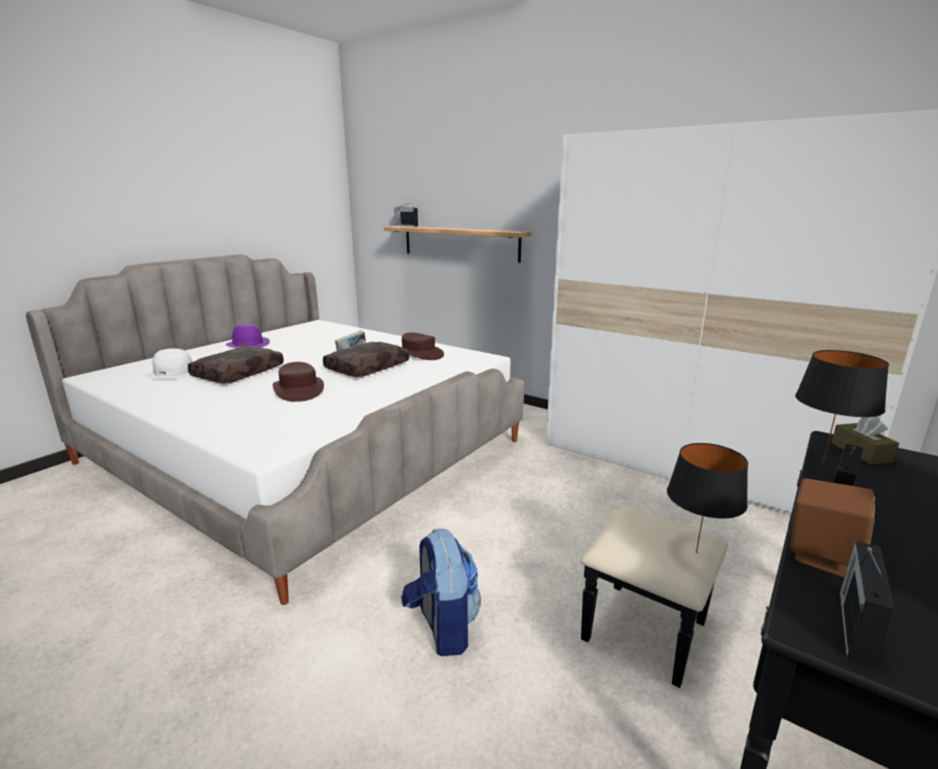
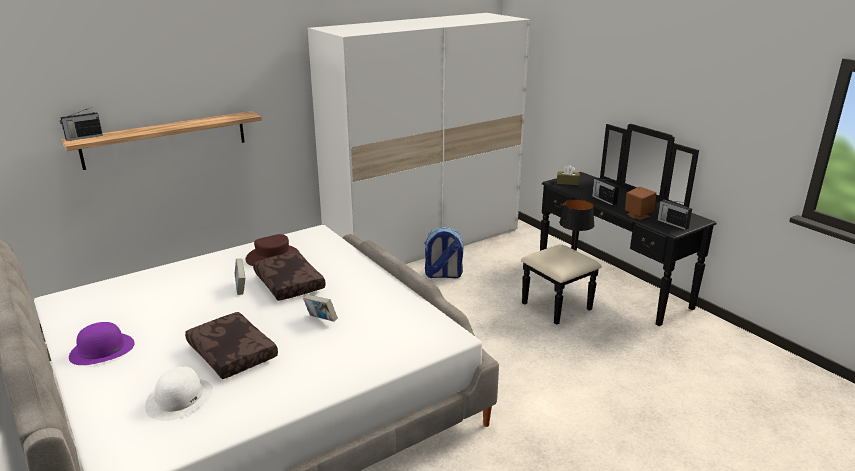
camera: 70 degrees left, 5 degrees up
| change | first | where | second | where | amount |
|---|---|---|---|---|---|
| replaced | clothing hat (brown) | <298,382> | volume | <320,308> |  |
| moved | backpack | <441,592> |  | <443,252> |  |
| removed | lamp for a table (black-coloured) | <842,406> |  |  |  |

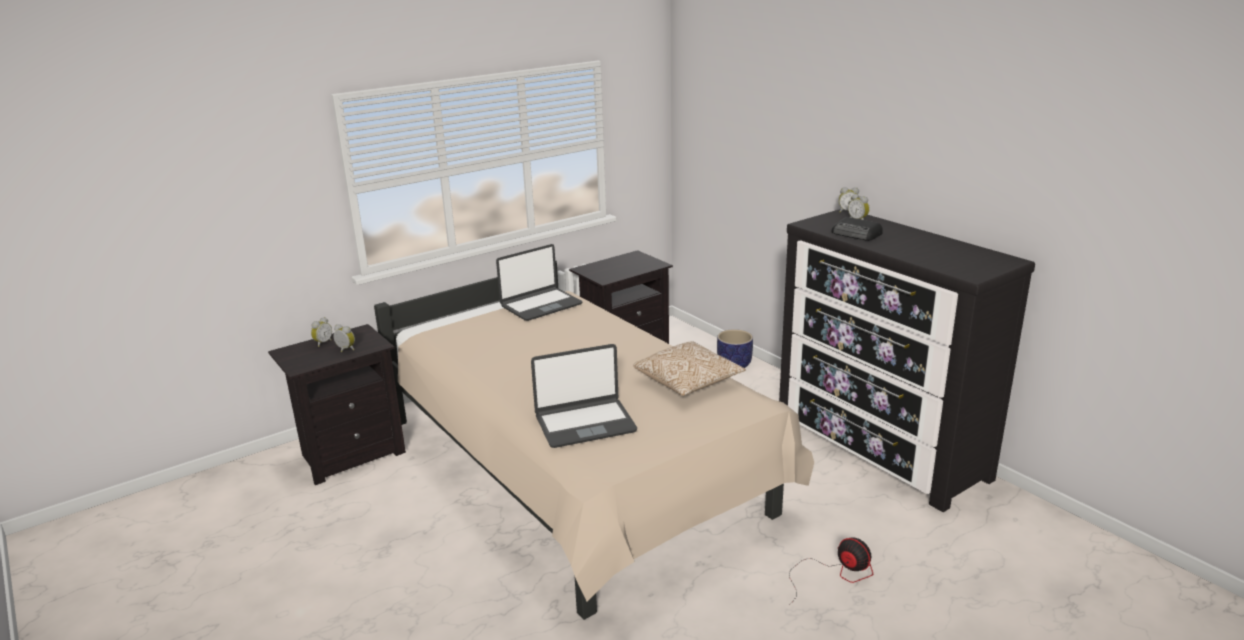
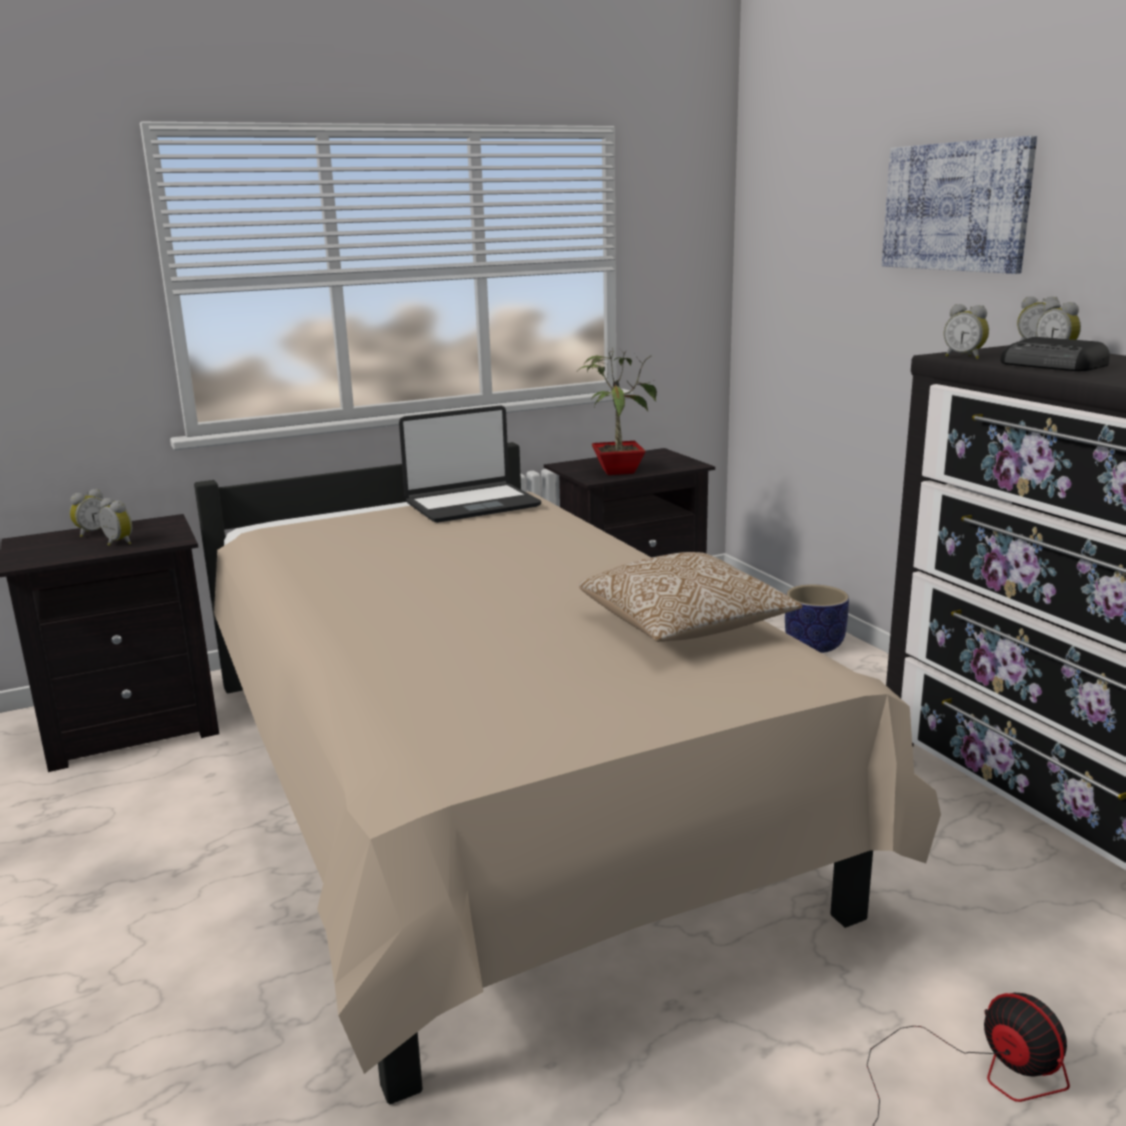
camera: 10 degrees right, 5 degrees down
| change | first | where | second | where | amount |
|---|---|---|---|---|---|
| added |  |  | potted plant | <616,411> |  |
| added |  |  | picture | <959,205> |  |
| added |  |  | table clock | <966,331> |  |
| removed | notebook computer | <584,396> |  |  |  |

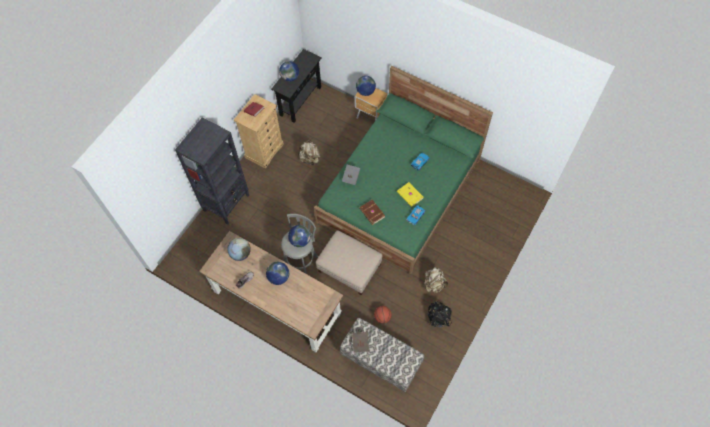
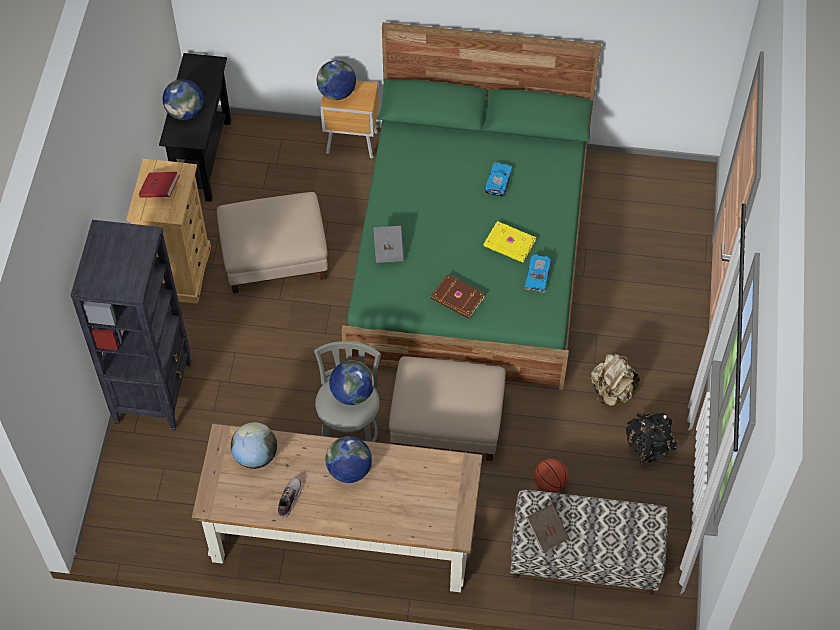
camera: 25 degrees left, 5 degrees down
| change | first | where | second | where | amount |
|---|---|---|---|---|---|
| replaced | backpack (beige) | <309,153> | ottoman (beige) | <272,242> |  |

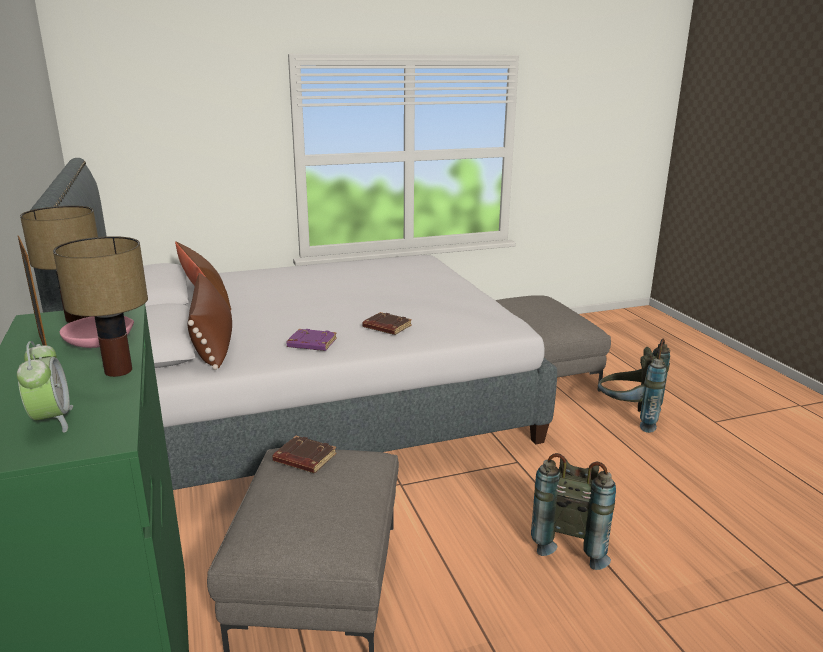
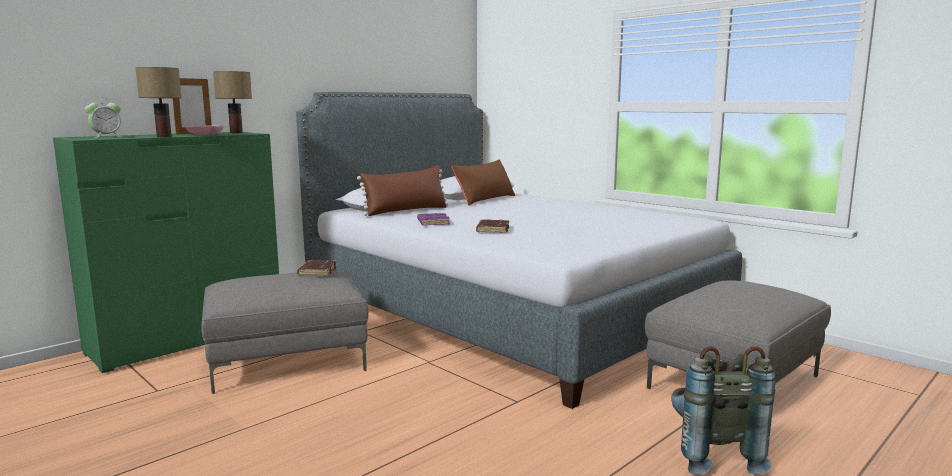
camera: 65 degrees right, 10 degrees down
| change | first | where | second | where | amount |
|---|---|---|---|---|---|
| removed | backpack (gray) | <573,511> |  |  |  |

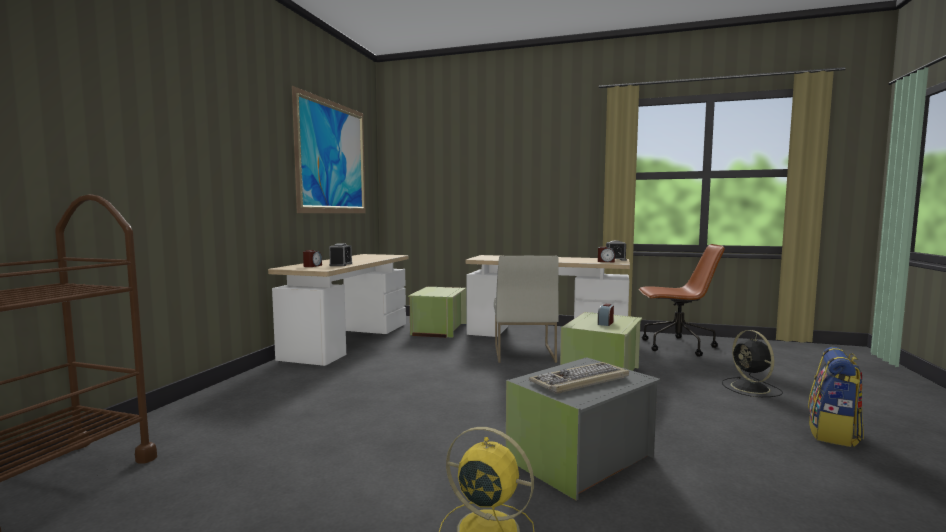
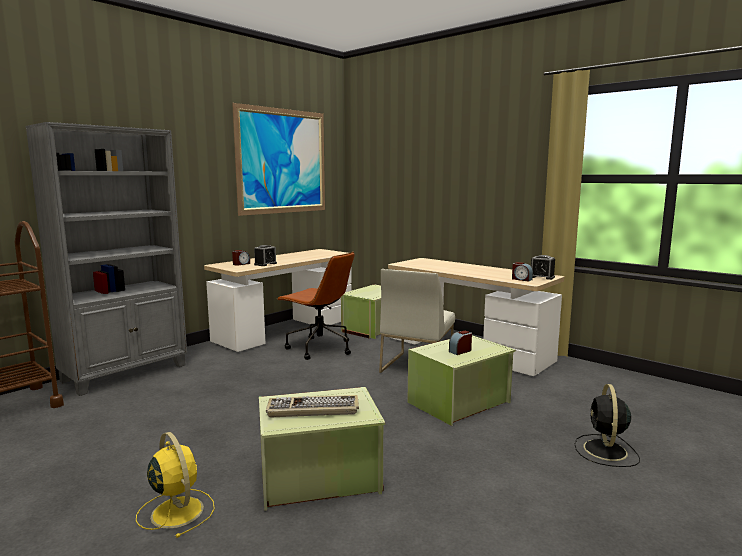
camera: 25 degrees right, 5 degrees up
| change | first | where | second | where | amount |
|---|---|---|---|---|---|
| added |  |  | shelving unit (gray) | <106,259> |  |
| recoloured | storage box (gray) | <583,429> | storage box (green) | <322,449> |  |
| moved | office chair (brown) | <682,300> |  | <316,306> |  |
| removed | backpack | <836,397> |  |  |  |

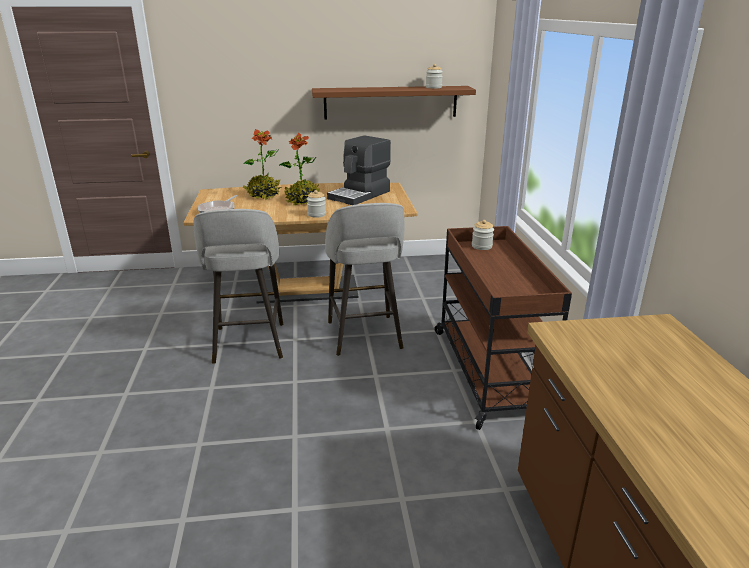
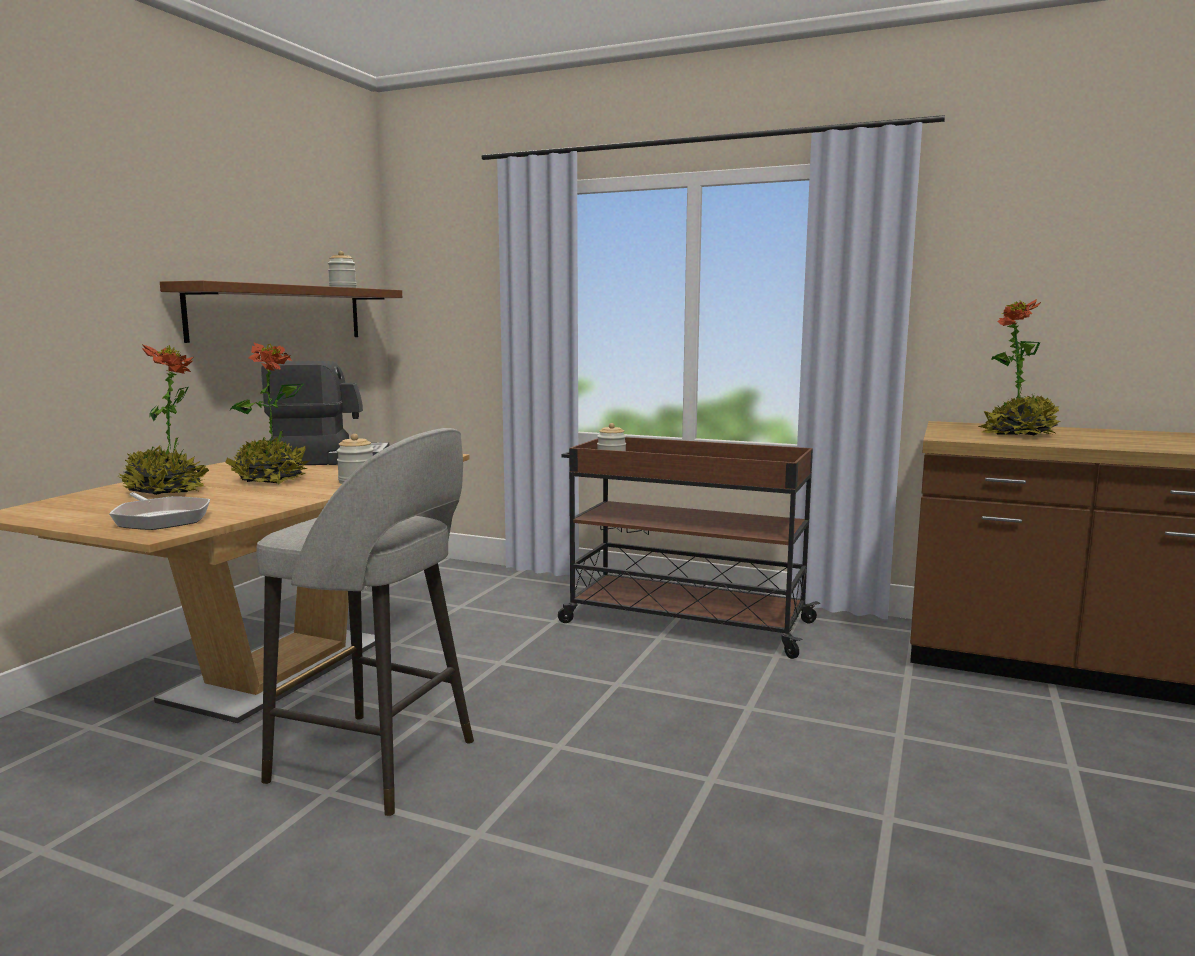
camera: 60 degrees left, 15 degrees down
| change | first | where | second | where | amount |
|---|---|---|---|---|---|
| turned | coffee maker | <359,170> |  | <325,413> | 75 degrees counterclockwise |
| added |  |  | potted plant | <1019,367> |  |
| removed | stool seat (gray) | <364,279> |  |  |  |

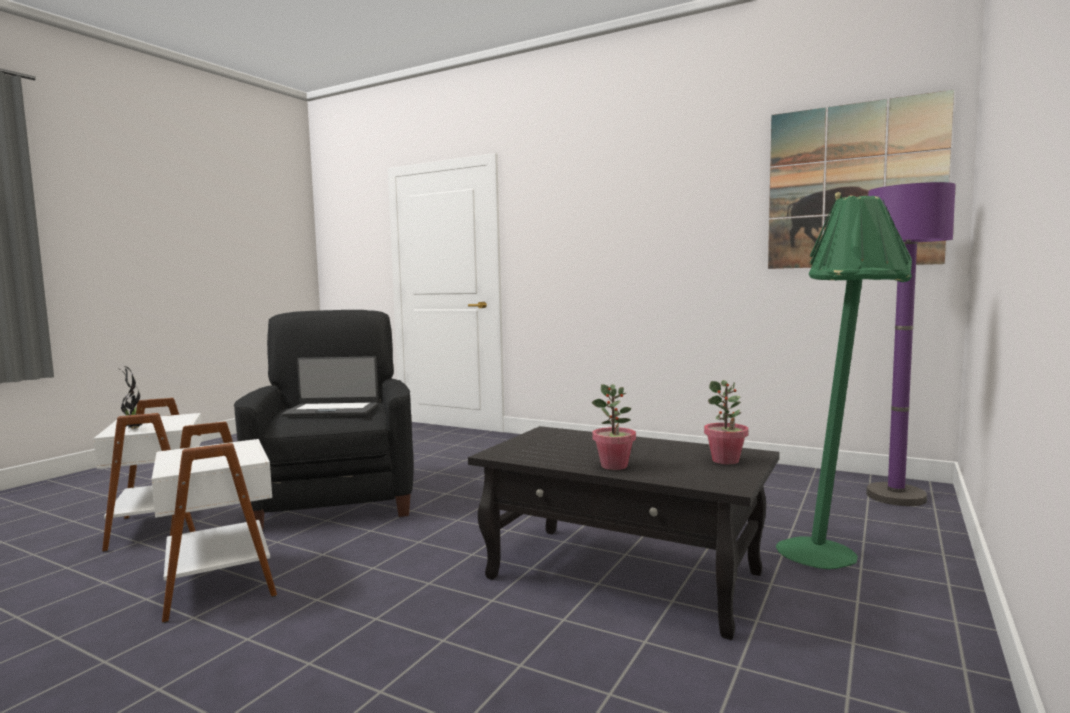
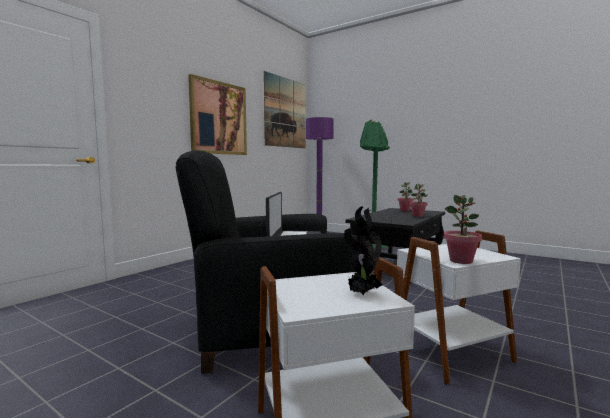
camera: 85 degrees left, 0 degrees up
| change | first | where | second | where | amount |
|---|---|---|---|---|---|
| added |  |  | picture | <217,114> |  |
| added |  |  | potted plant | <463,229> |  |

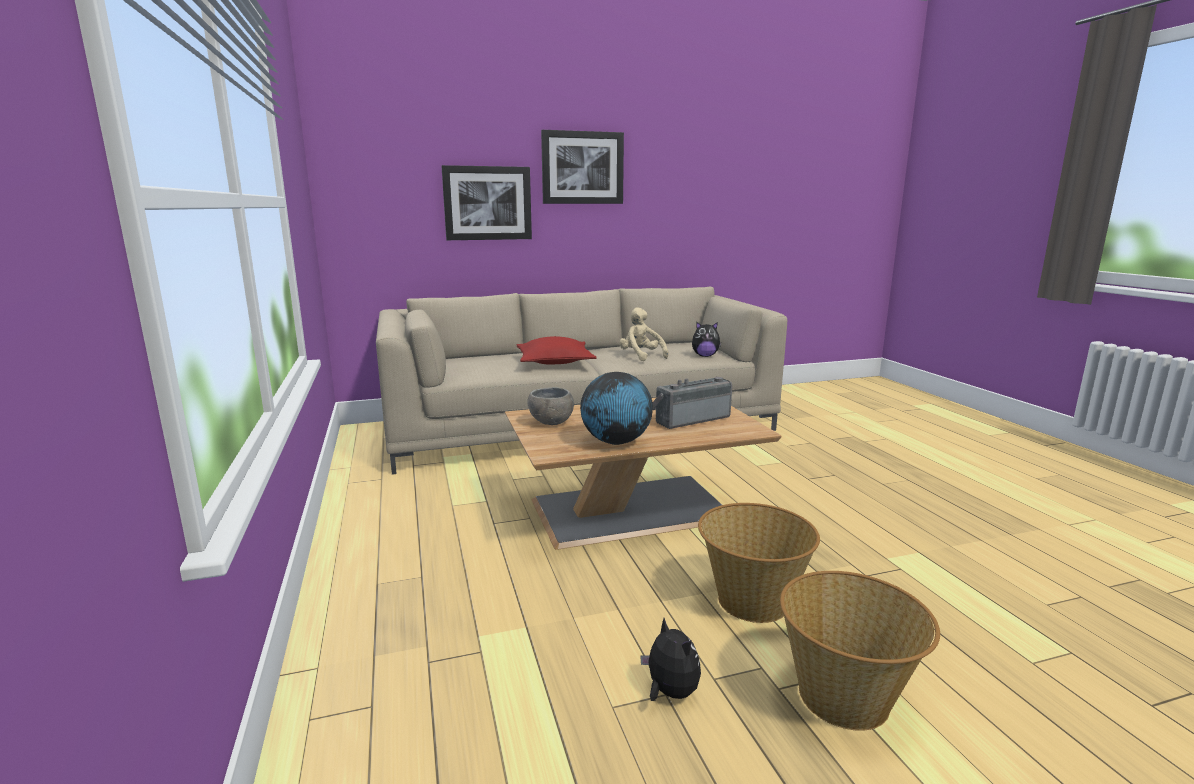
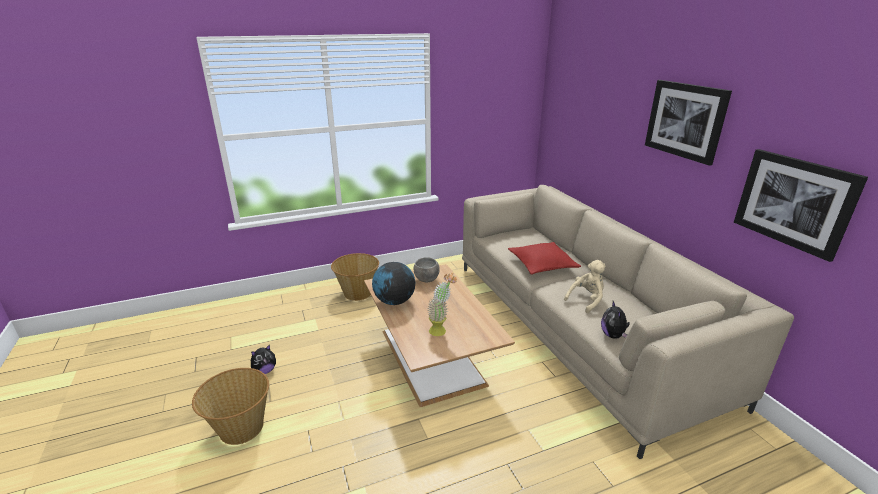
camera: 85 degrees right, 10 degrees up
| change | first | where | second | where | amount |
|---|---|---|---|---|---|
| moved | basket | <759,563> |  | <355,277> |  |
| replaced | radio | <692,403> | potted plant | <442,304> |  |
| moved | picture | <486,202> |  | <801,205> |  |

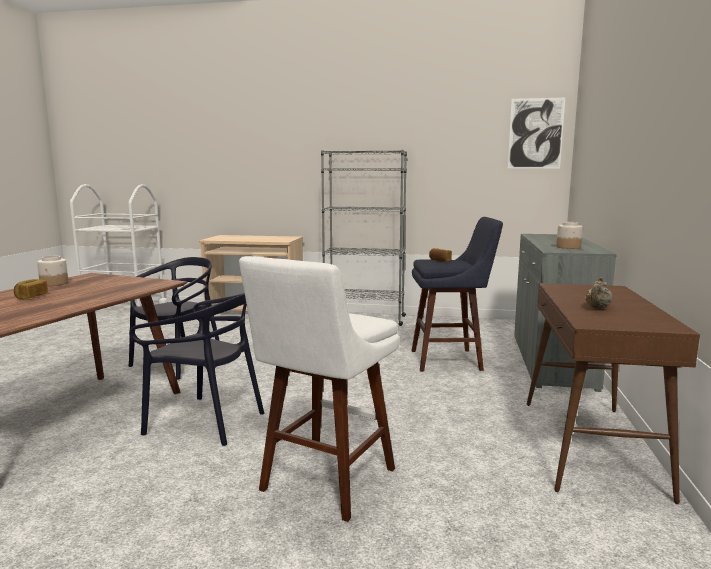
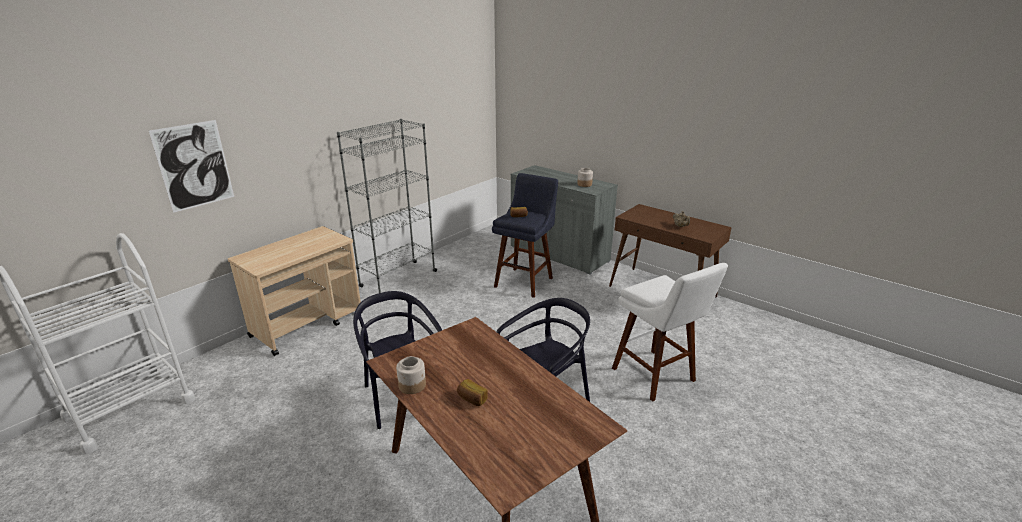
camera: 60 degrees left, 15 degrees up
| change | first | where | second | where | amount |
|---|---|---|---|---|---|
| moved | picture | <536,133> |  | <191,166> |  |

